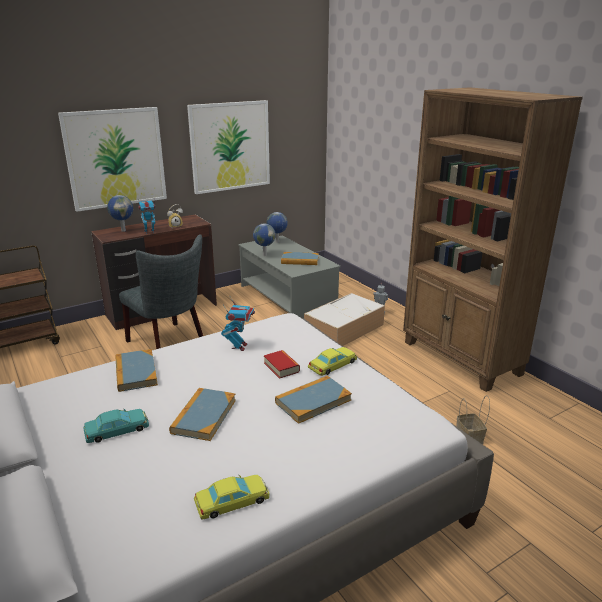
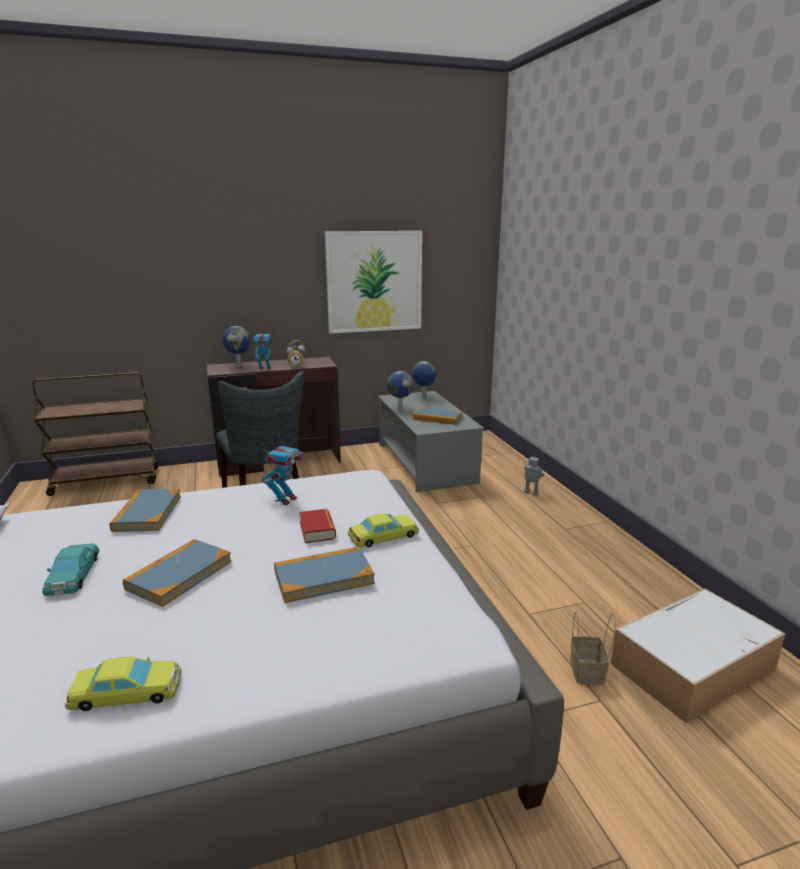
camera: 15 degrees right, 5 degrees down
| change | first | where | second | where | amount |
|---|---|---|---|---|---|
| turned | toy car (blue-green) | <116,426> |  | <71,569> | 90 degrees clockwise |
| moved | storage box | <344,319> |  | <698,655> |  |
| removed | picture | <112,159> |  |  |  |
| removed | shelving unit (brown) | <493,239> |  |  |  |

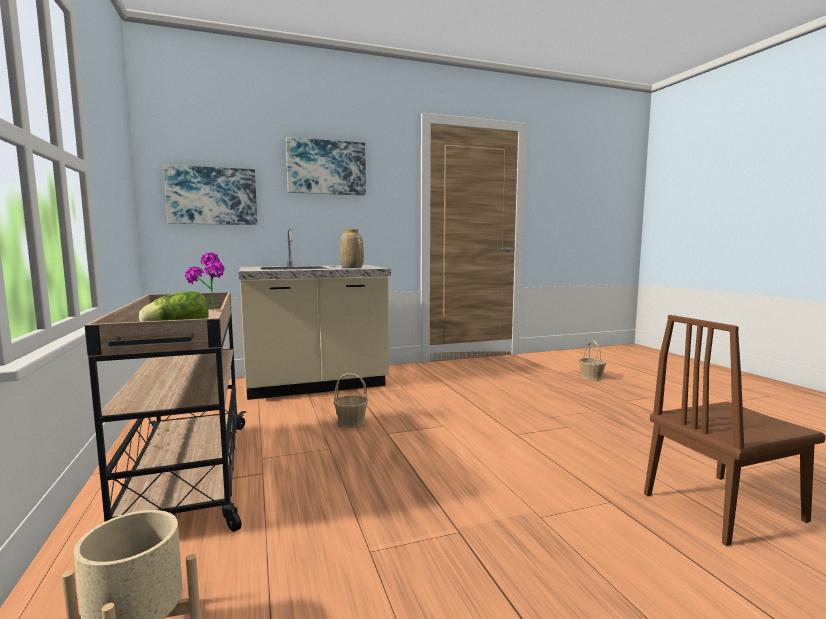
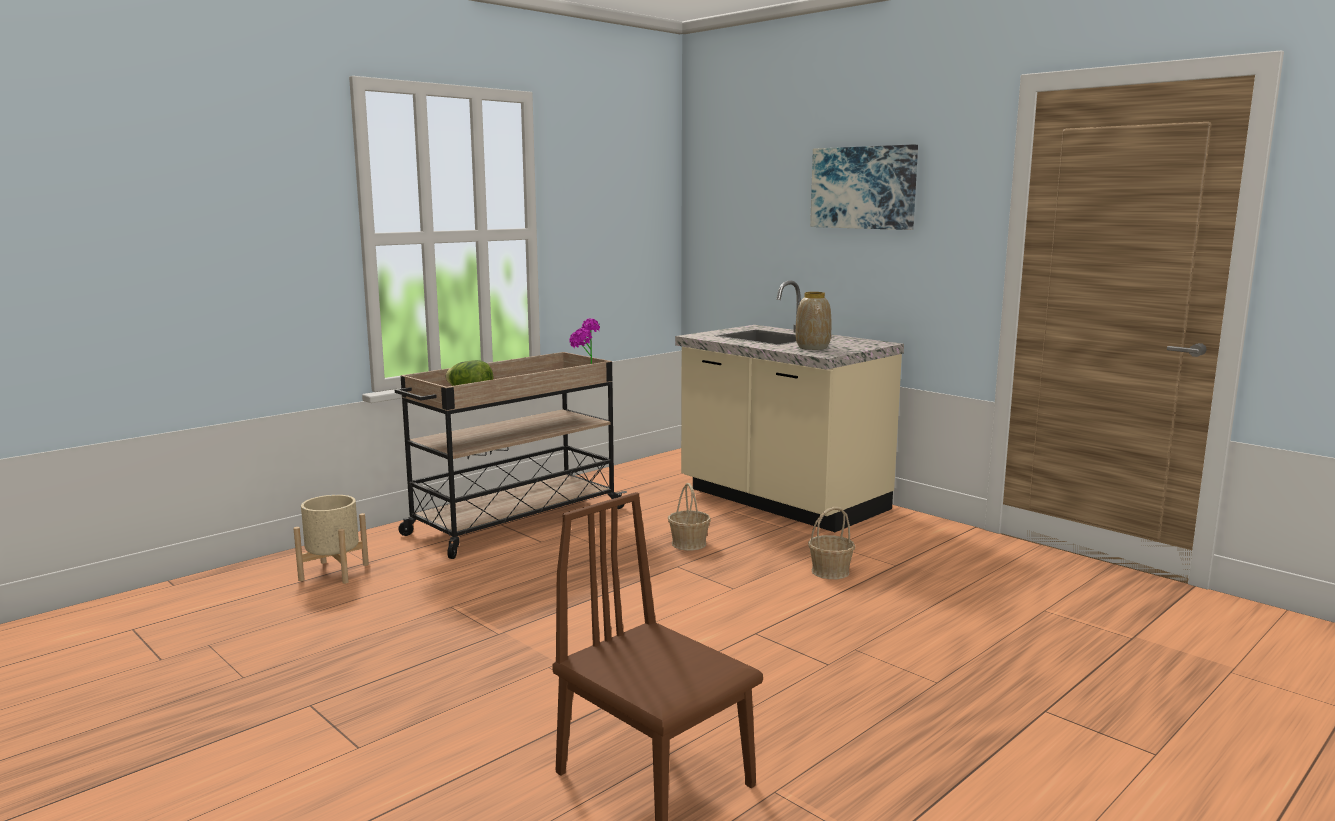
camera: 65 degrees right, 5 degrees up
| change | first | where | second | where | amount |
|---|---|---|---|---|---|
| moved | basket | <593,360> |  | <831,543> |  |
| removed | picture | <210,195> |  |  |  |

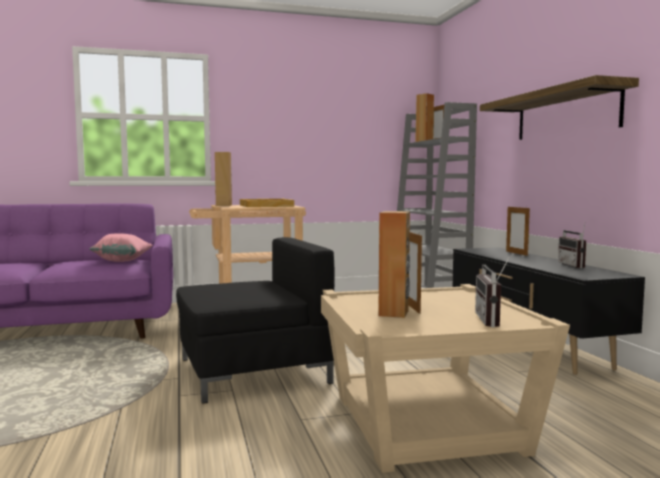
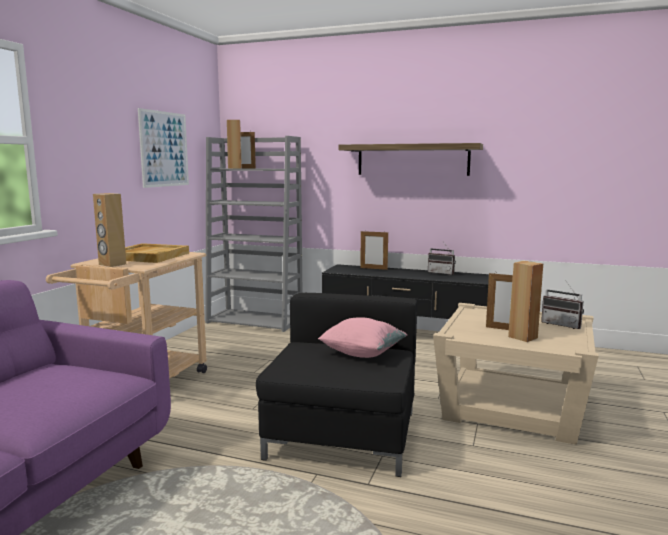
camera: 55 degrees left, 5 degrees up
| change | first | where | second | where | amount |
|---|---|---|---|---|---|
| added |  |  | picture | <163,148> |  |
| moved | cushion (pink-coloured) | <121,247> |  | <362,337> |  |

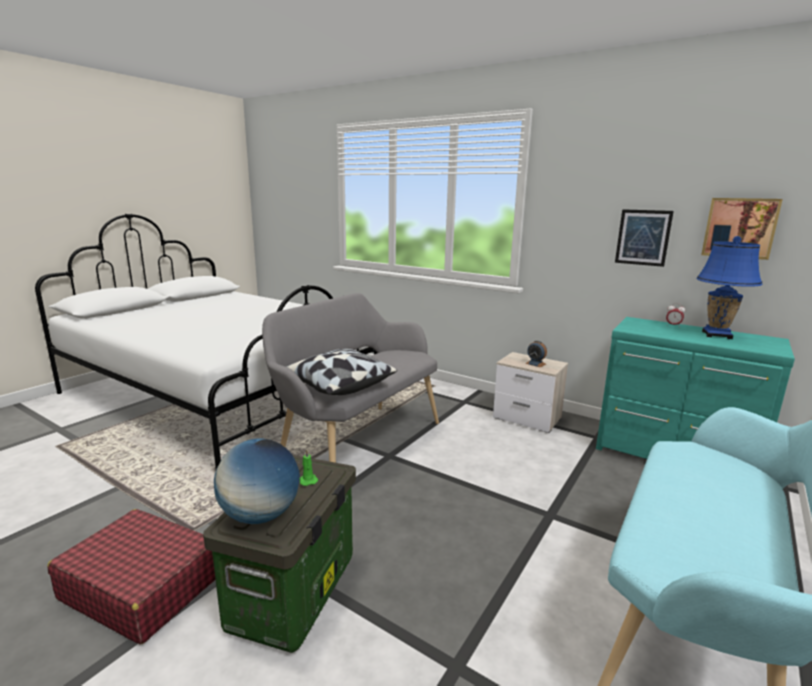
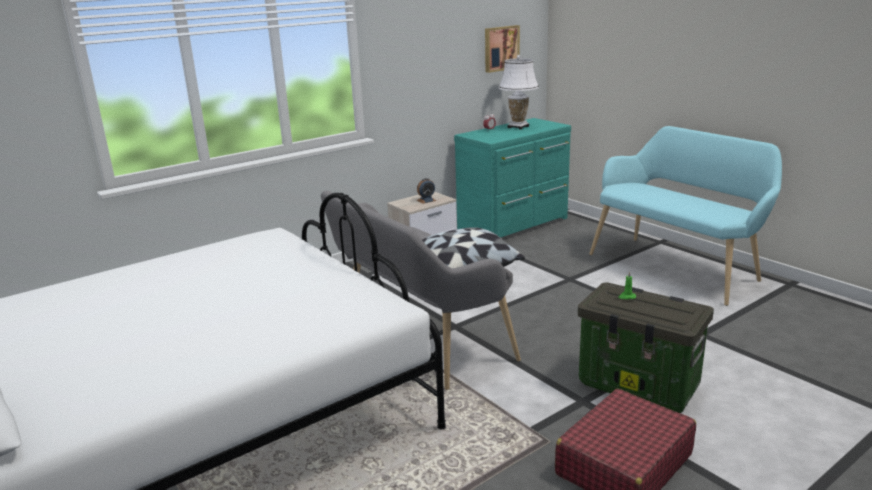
camera: 70 degrees left, 5 degrees up
| change | first | where | second | where | amount |
|---|---|---|---|---|---|
| recoloured | lamp for a table (blue-coloured) | <729,287> | lamp for a table (whitish) | <519,92> |  |
| removed | desk globe | <257,481> |  |  |  |
| removed | picture | <644,238> |  |  |  |

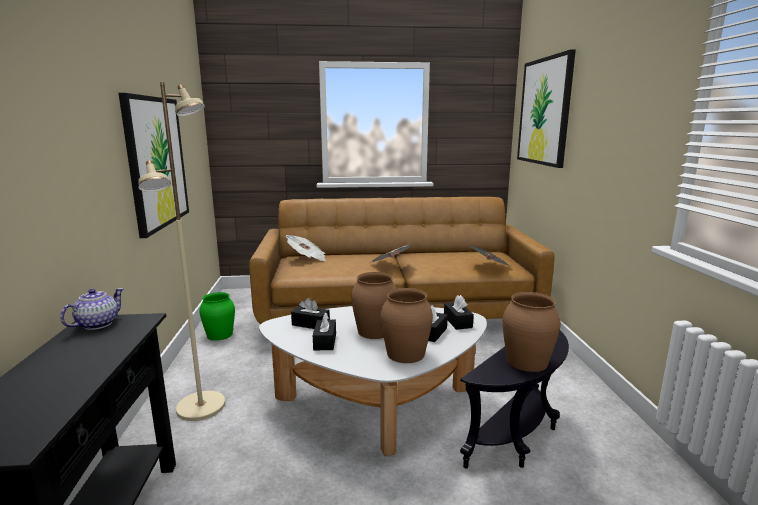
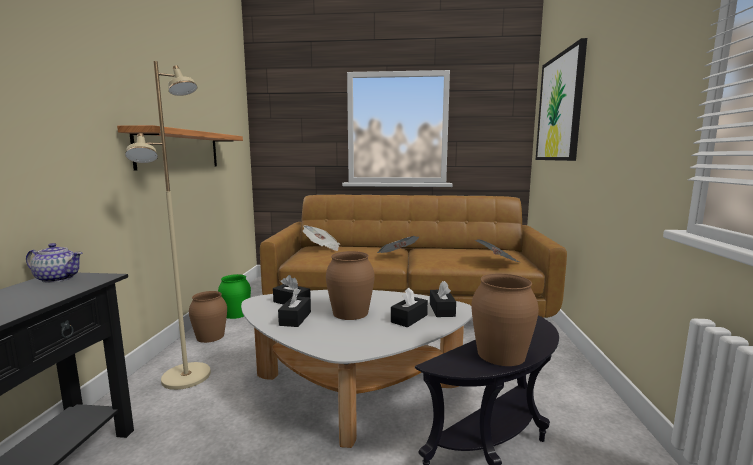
camera: 10 degrees right, 5 degrees down
| change | first | where | second | where | amount |
|---|---|---|---|---|---|
| turned | teapot | <92,309> |  | <54,263> | 60 degrees clockwise |
| replaced | picture | <154,165> | bracket shelf | <180,148> |  |
| moved | decorative vase (brown) | <406,325> |  | <208,317> |  |

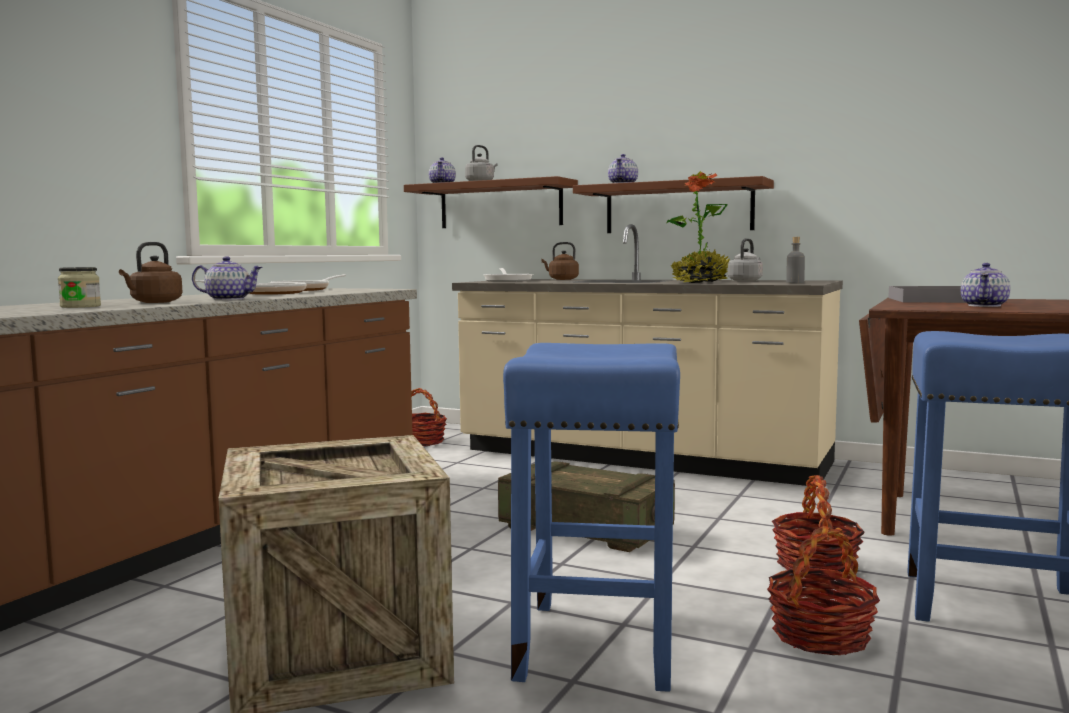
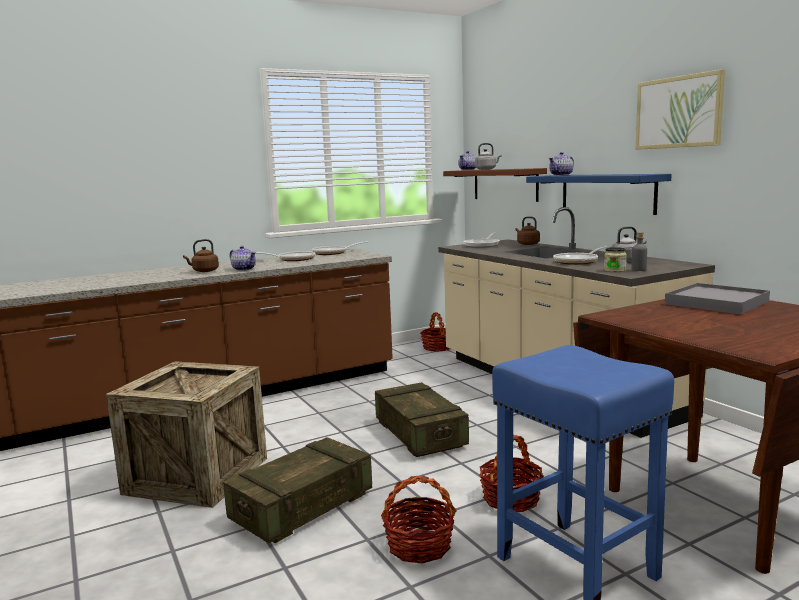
camera: 35 degrees right, 5 degrees up
| change | first | where | second | where | amount |
|---|---|---|---|---|---|
| replaced | stool seat (blue-coloured) | <591,517> | shipping crate | <297,490> |  |
| recoloured | bracket shelf (brown) | <673,204> | bracket shelf (blue-coloured) | <599,194> |  |
| replaced | potted plant | <698,227> | frying pan | <580,255> |  |
| moved | storage jar | <79,287> |  | <615,259> |  |
| added |  |  | picture | <680,109> |  |
| removed | teapot | <986,285> |  |  |  |

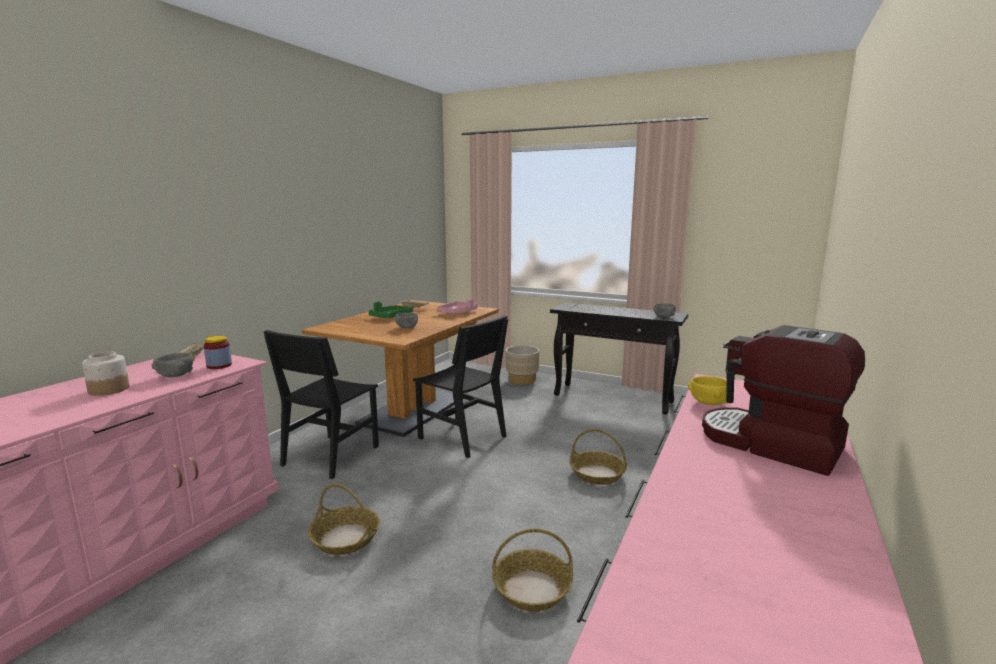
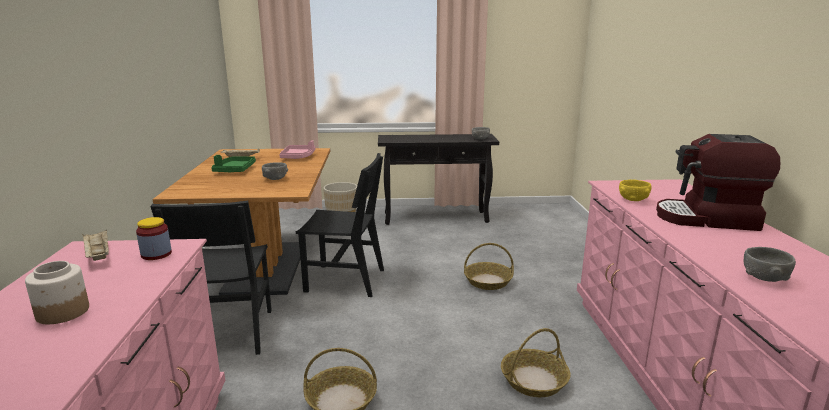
camera: 30 degrees left, 5 degrees up
| change | first | where | second | where | amount |
|---|---|---|---|---|---|
| moved | deep dish (gray) | <172,365> |  | <769,264> |  |

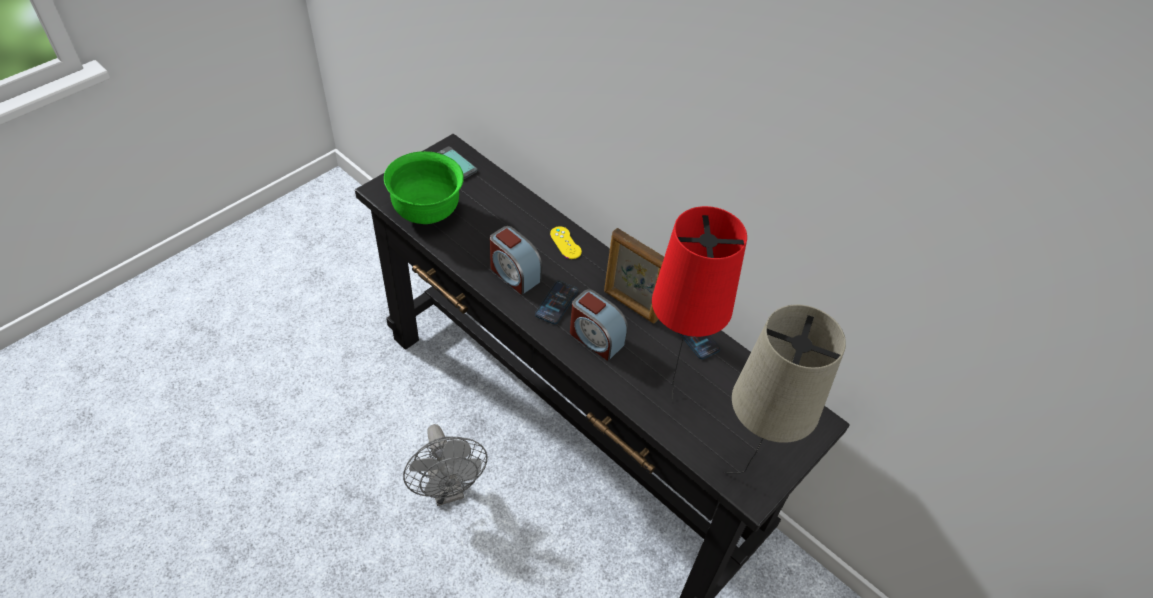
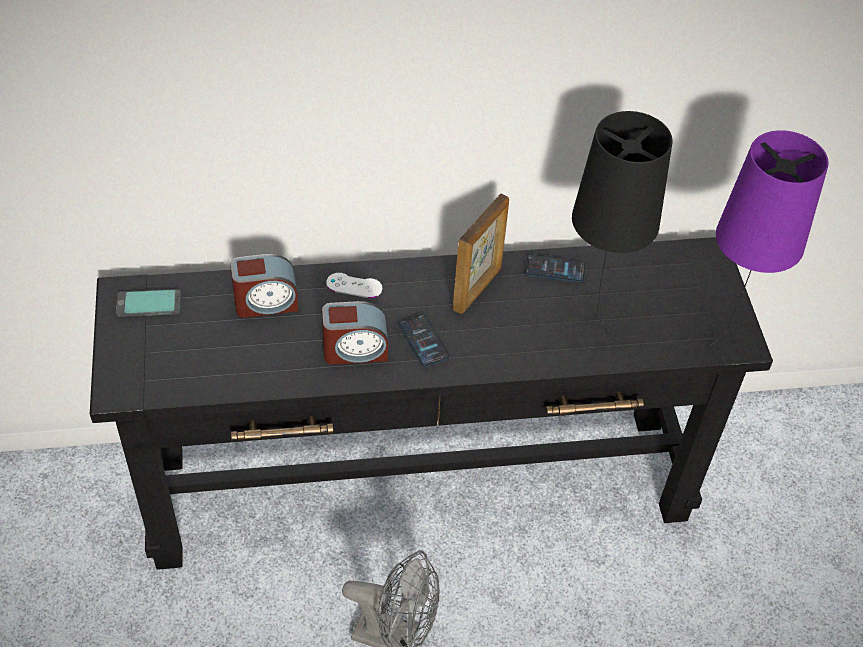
camera: 50 degrees left, 0 degrees up
| change | first | where | second | where | amount |
|---|---|---|---|---|---|
| moved | table clock | <599,325> |  | <264,286> |  |
| recoloured | joypad (yellow) | <566,242> | joypad (whitish) | <354,285> |  |
| turned | standing frame | <634,276> |  | <480,254> | 45 degrees counterclockwise |
| recoloured | lamp for a table (red-coloured) | <699,304> | lamp for a table (black-coloured) | <622,222> |  |
| recoloured | lamp for a table (beige) | <784,389> | lamp for a table (purple) | <768,239> |  |
| removed | deep dish (green) | <424,187> |  |  |  |

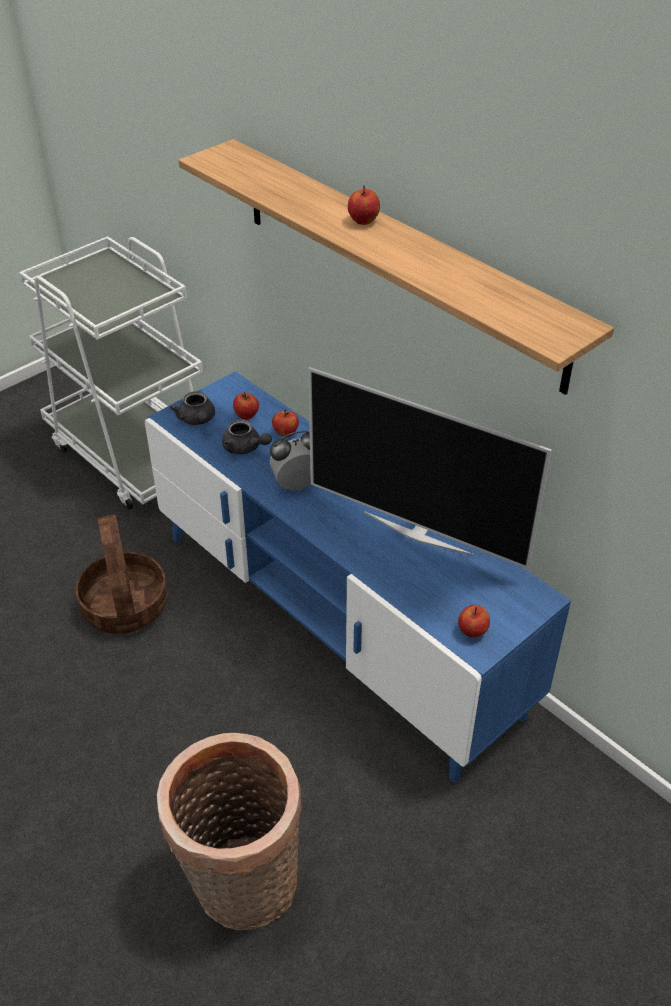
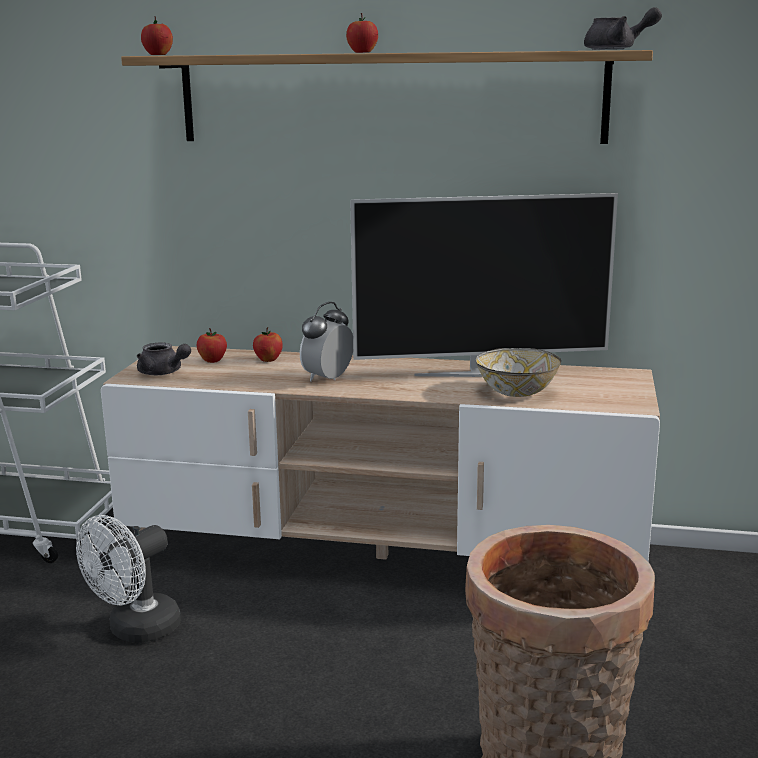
camera: 35 degrees left, 25 degrees down
| change | first | where | second | where | amount |
|---|---|---|---|---|---|
| replaced | basket | <121,574> | fan (whitish) | <128,579> |  |
| recoloured | tv unit (blue-coloured) | <358,577> | tv unit (beige) | <380,454> |  |
| moved | whole apple | <474,621> |  | <157,35> |  |
| added |  |  | deep dish | <518,372> |  |
| moved | teapot (gray) | <247,437> |  | <623,28> |  |

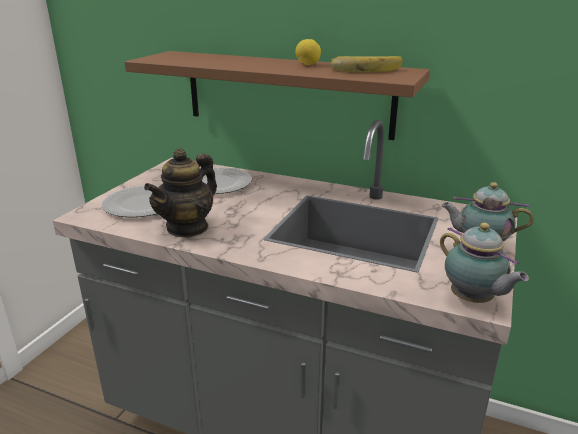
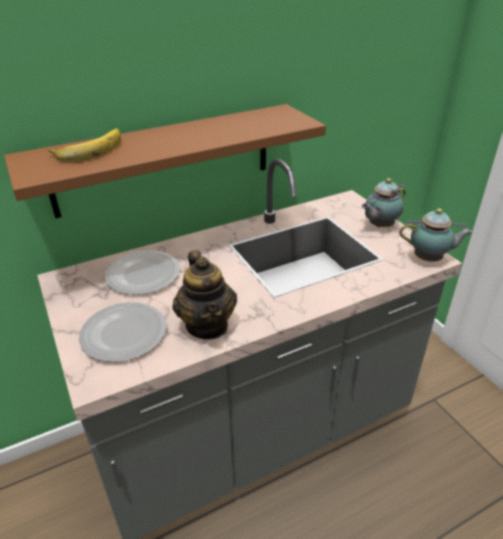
camera: 50 degrees left, 10 degrees up
| change | first | where | second | where | amount |
|---|---|---|---|---|---|
| moved | whole banana | <366,64> |  | <84,145> |  |
| removed | lemon | <308,52> |  |  |  |

